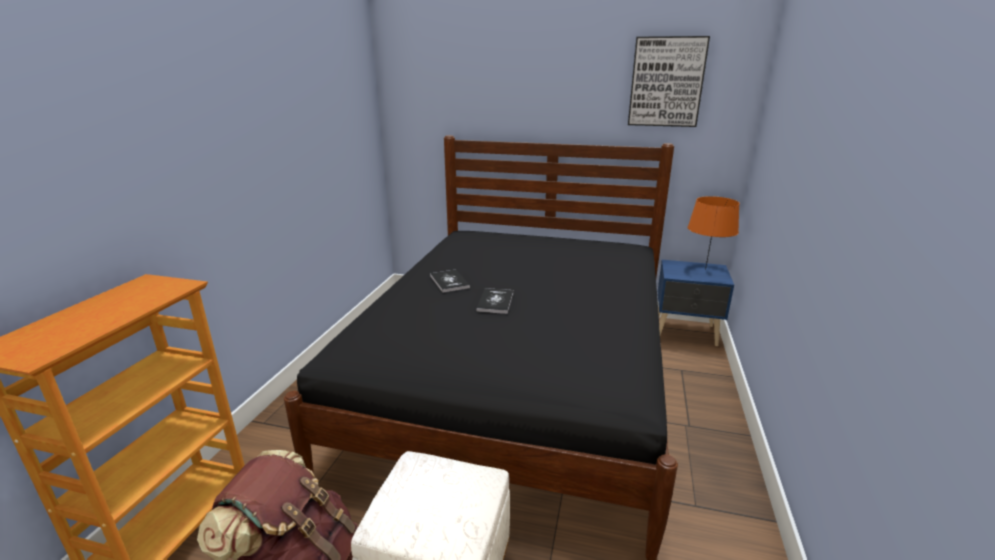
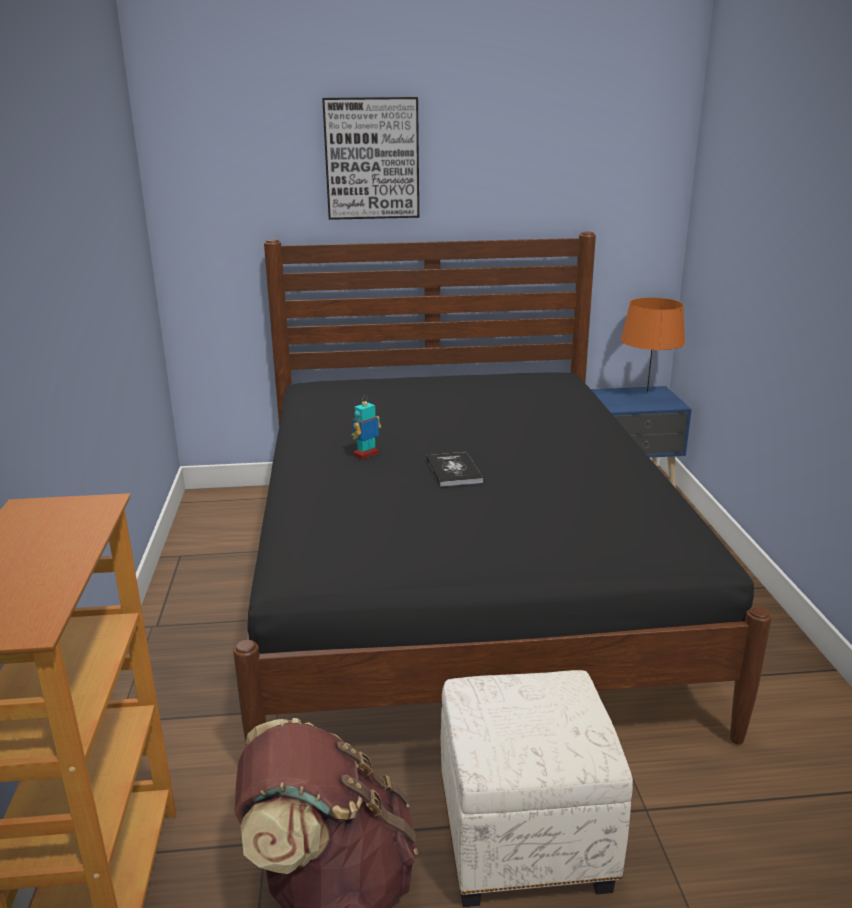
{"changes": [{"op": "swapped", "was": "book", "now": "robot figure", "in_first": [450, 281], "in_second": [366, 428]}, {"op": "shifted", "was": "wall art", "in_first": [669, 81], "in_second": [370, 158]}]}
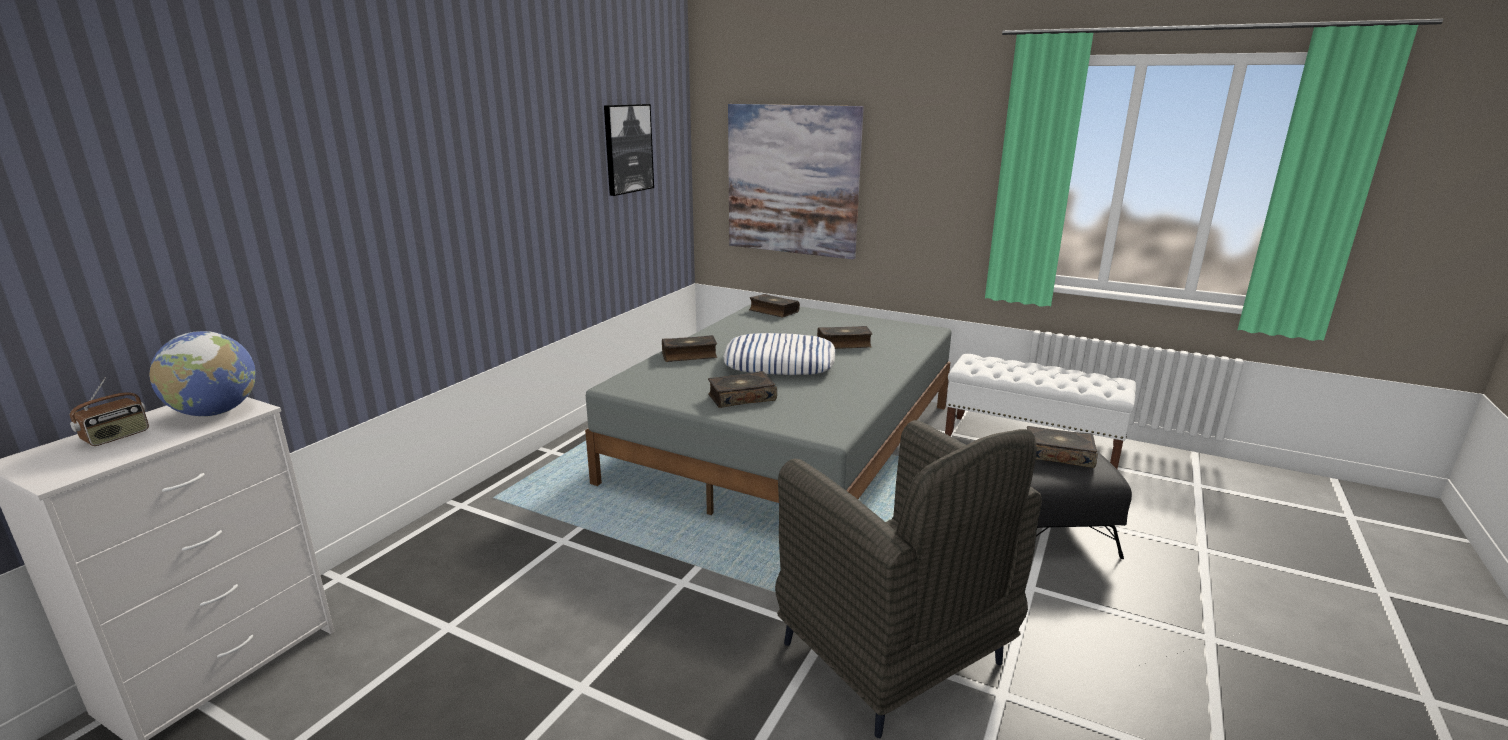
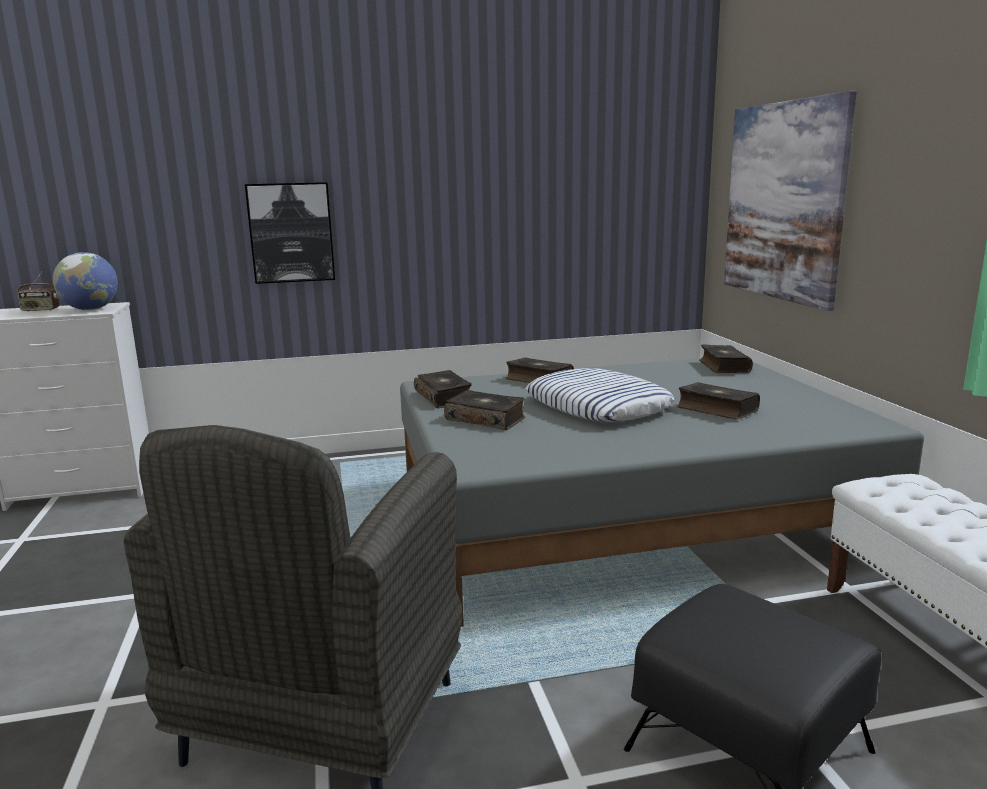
{"changes": [{"op": "shifted", "was": "wall art", "in_first": [629, 150], "in_second": [290, 233]}, {"op": "shifted", "was": "book", "in_first": [1062, 447], "in_second": [443, 389]}]}
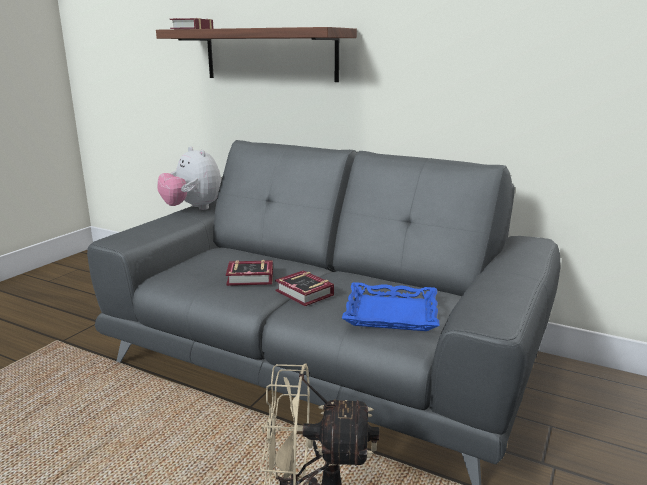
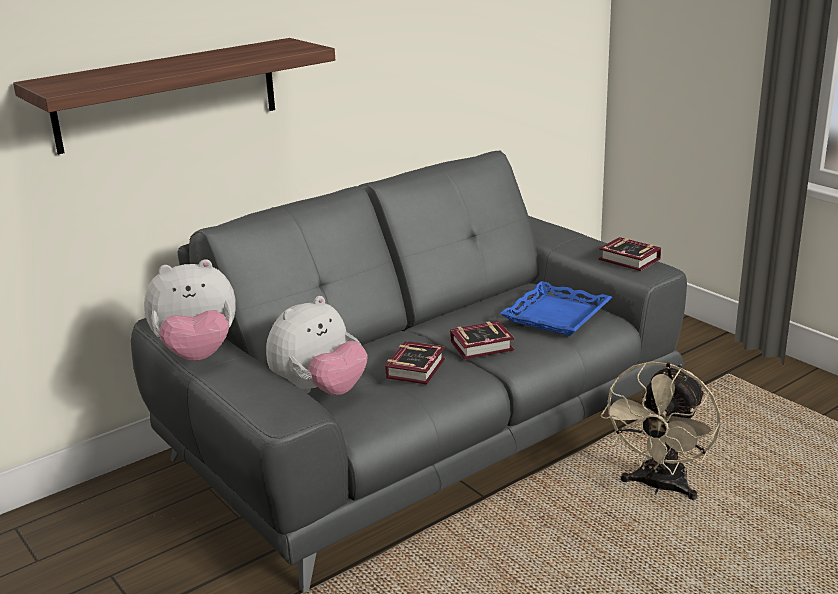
{"changes": [{"op": "shifted", "was": "book", "in_first": [192, 23], "in_second": [630, 254]}, {"op": "new", "now": "cuddly toy", "in_second": [317, 345]}]}
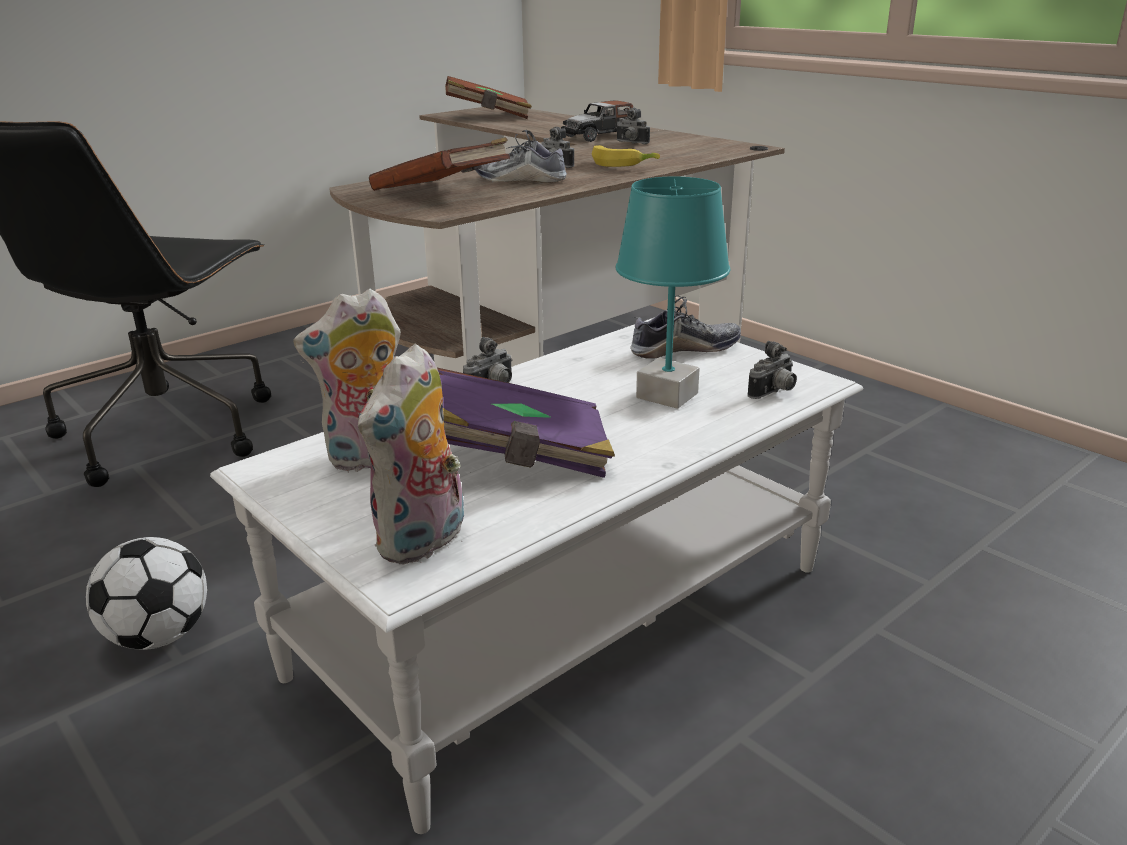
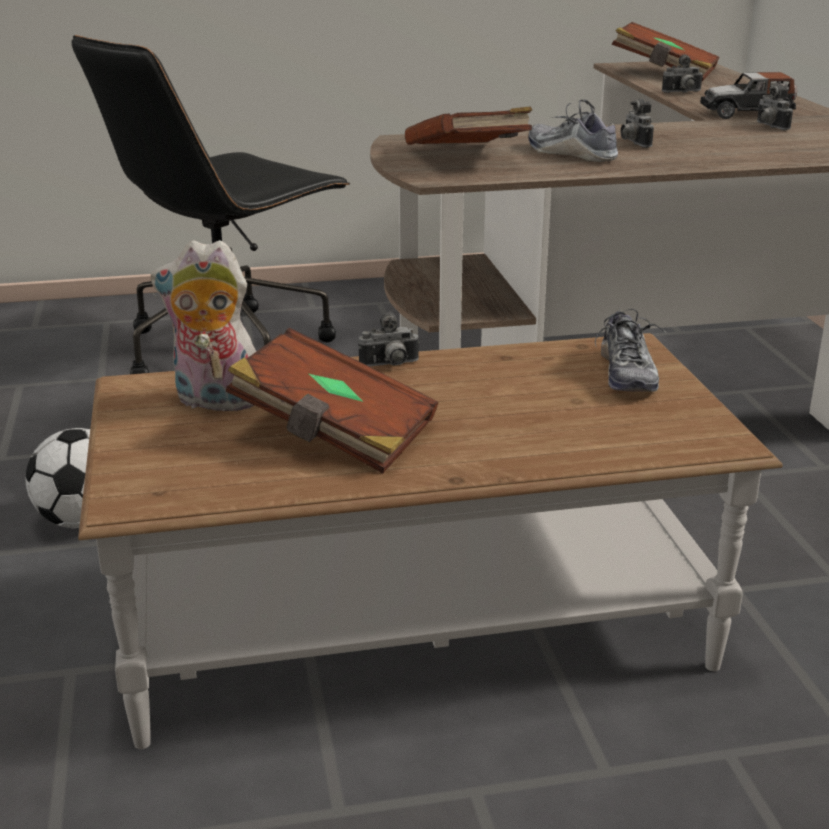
{"changes": [{"op": "repainted", "was": "white lounge table", "now": "brown-coloured lounge table", "in_first": [536, 576], "in_second": [430, 541]}, {"op": "gone", "was": "cuddly toy", "in_first": [411, 454]}, {"op": "repainted", "was": "purplish book", "now": "brown-coloured book", "in_first": [526, 423], "in_second": [332, 400]}, {"op": "gone", "was": "banana", "in_first": [626, 156]}, {"op": "gone", "was": "turquoise-coloured tabletop lamp", "in_first": [672, 292]}, {"op": "rotated", "was": "shoe", "in_first": [685, 327], "in_second": [631, 350], "clockwise": 75}, {"op": "shifted", "was": "photo camera", "in_first": [772, 370], "in_second": [682, 74]}]}
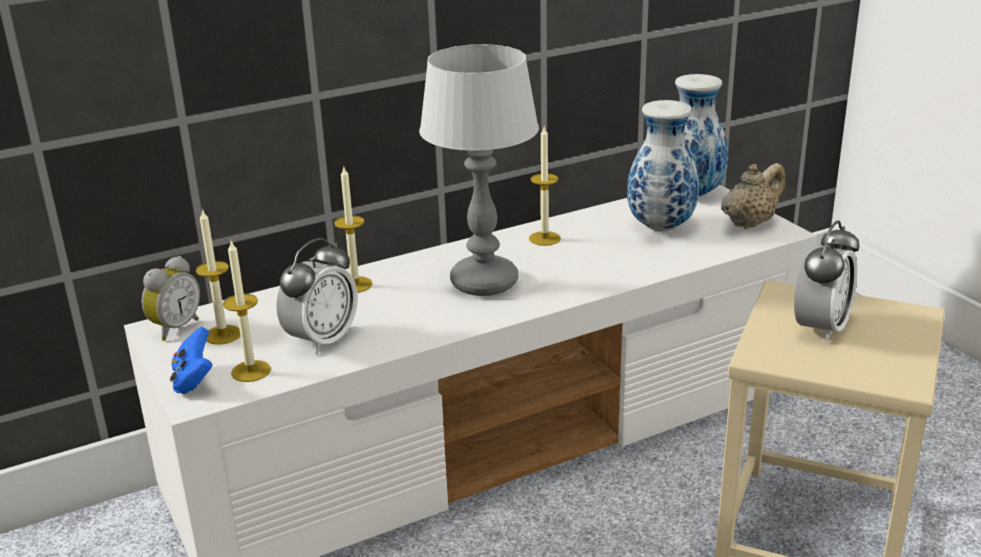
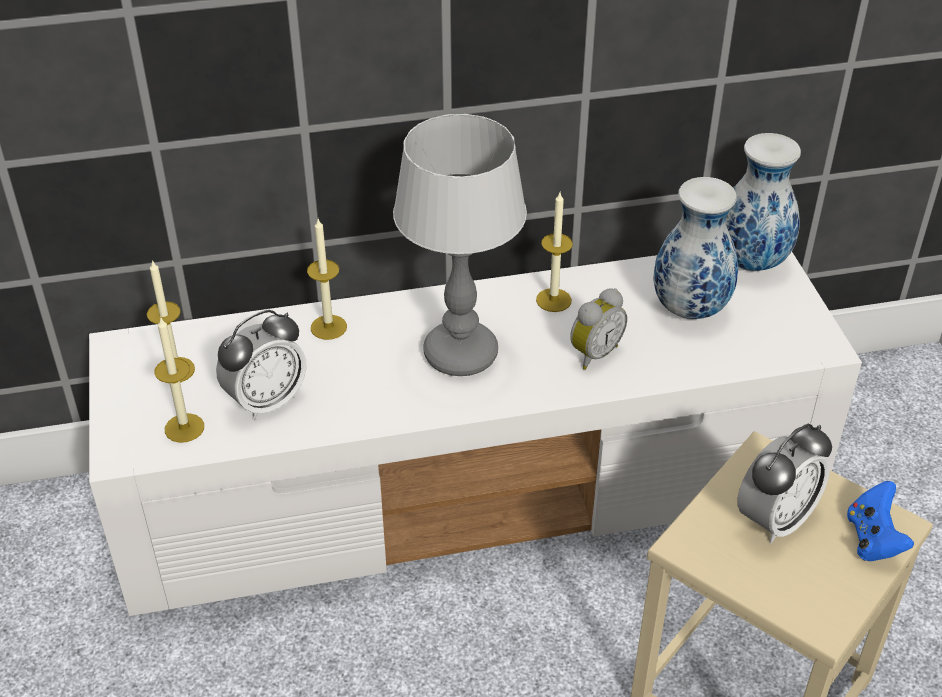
{"changes": [{"op": "shifted", "was": "alarm clock", "in_first": [171, 298], "in_second": [598, 329]}, {"op": "shifted", "was": "blue-coloured joypad", "in_first": [191, 360], "in_second": [880, 521]}, {"op": "gone", "was": "beige pot for tea", "in_first": [753, 196]}]}
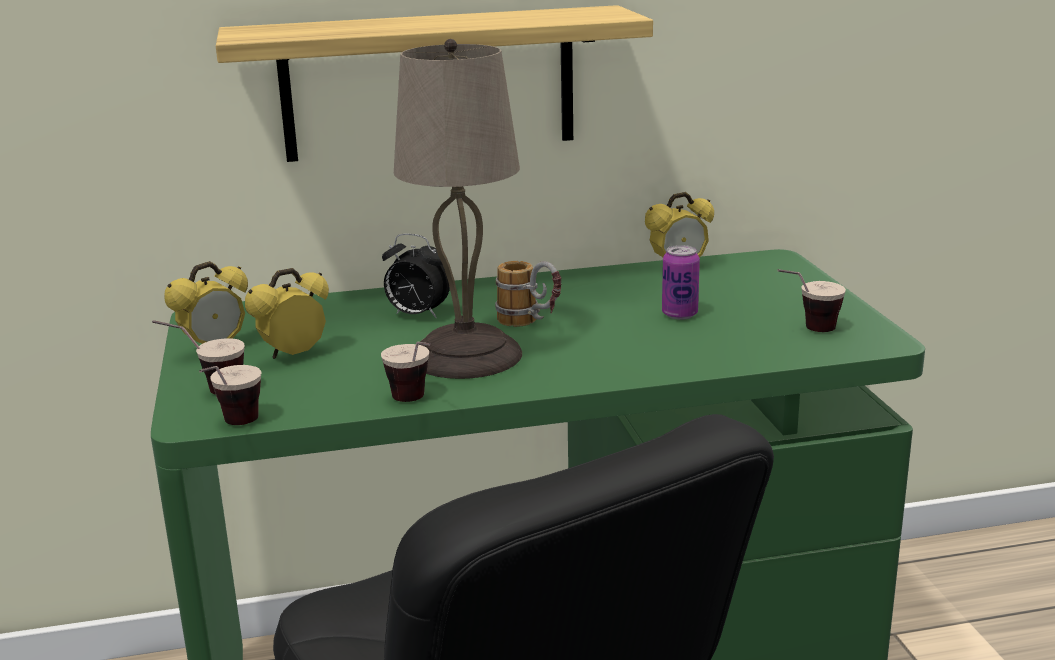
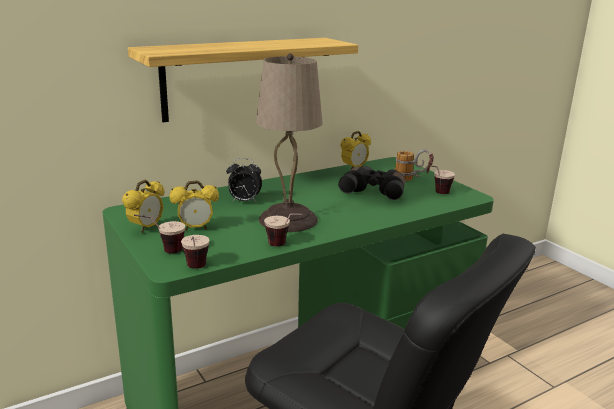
{"changes": [{"op": "rotated", "was": "alarm clock", "in_first": [287, 313], "in_second": [194, 205], "clockwise": -135}, {"op": "shifted", "was": "coffee mug", "in_first": [528, 294], "in_second": [414, 165]}, {"op": "swapped", "was": "sealed can", "now": "blackish pair of binoculars", "in_first": [681, 282], "in_second": [371, 183]}]}
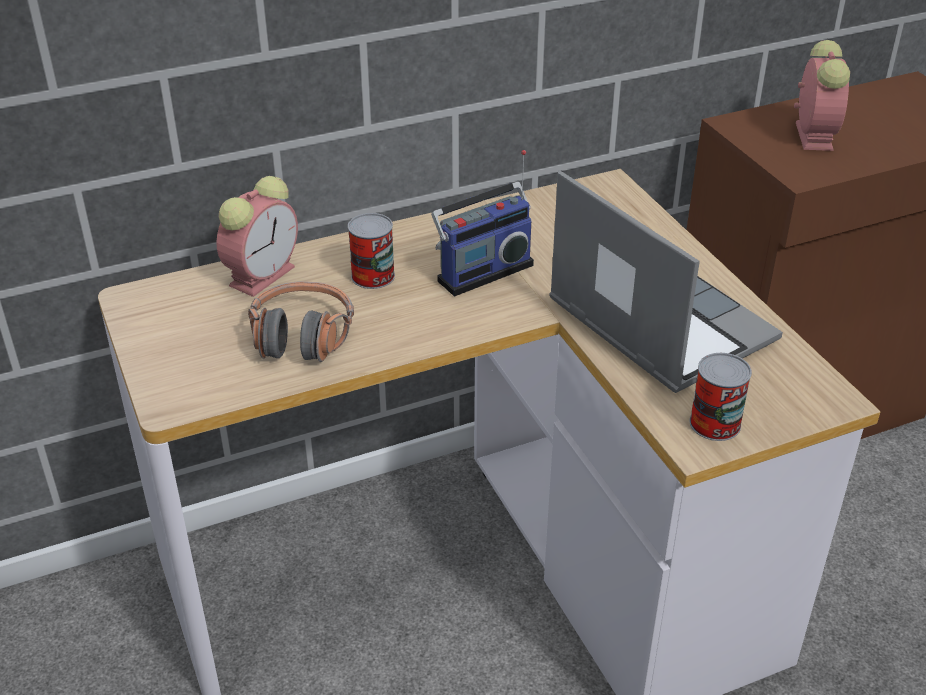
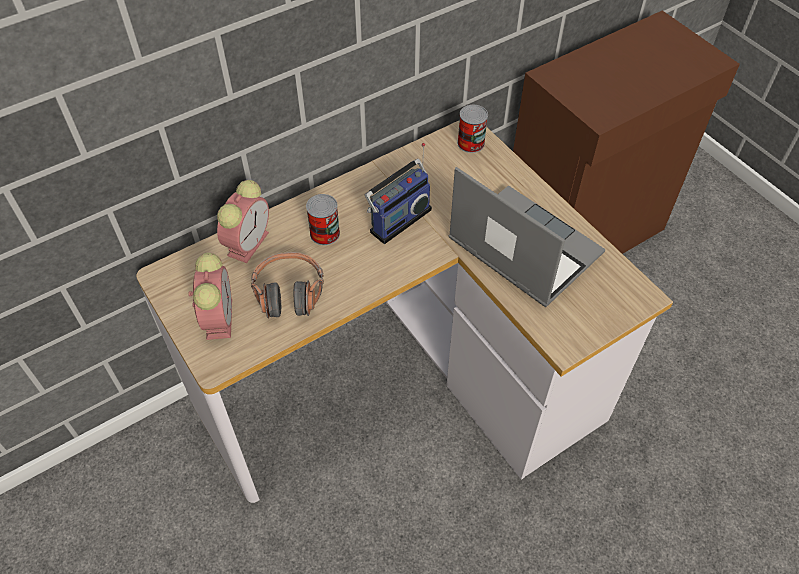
{"changes": [{"op": "shifted", "was": "sealed can", "in_first": [721, 397], "in_second": [472, 129]}, {"op": "shifted", "was": "alarm clock", "in_first": [822, 95], "in_second": [210, 296]}]}
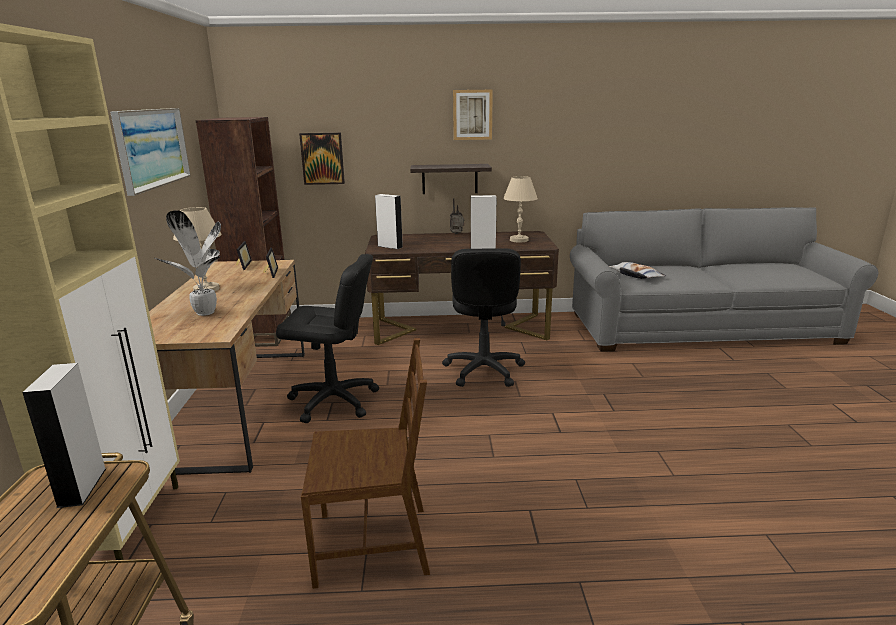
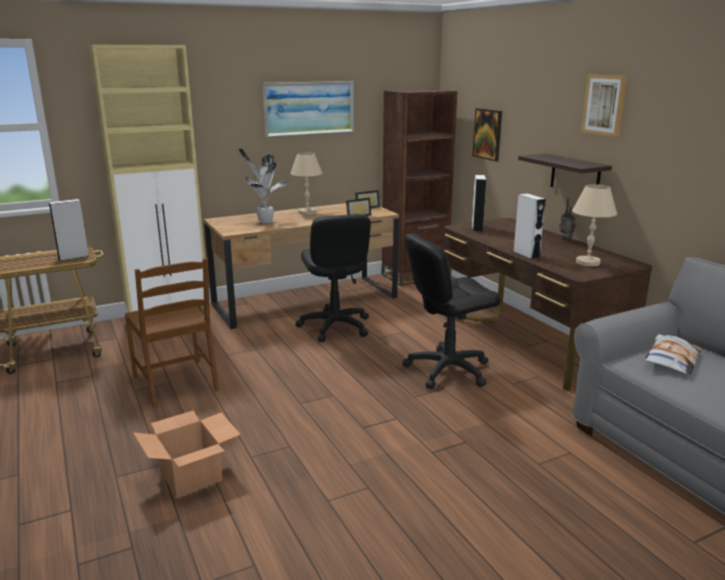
{"changes": [{"op": "new", "now": "packing box", "in_second": [187, 454]}]}
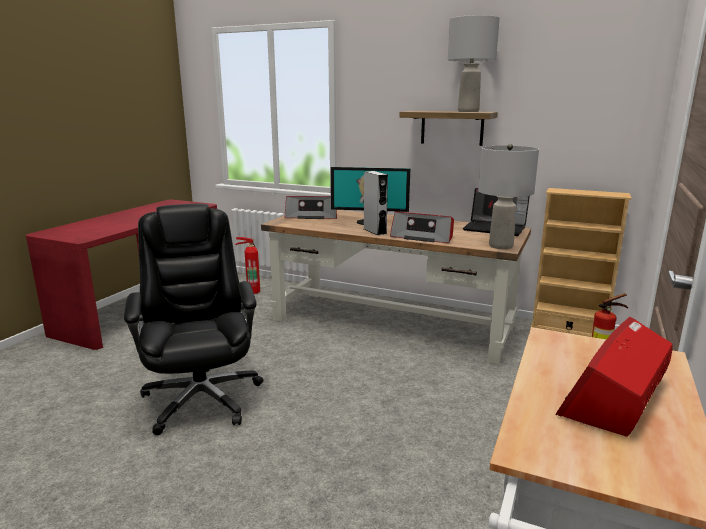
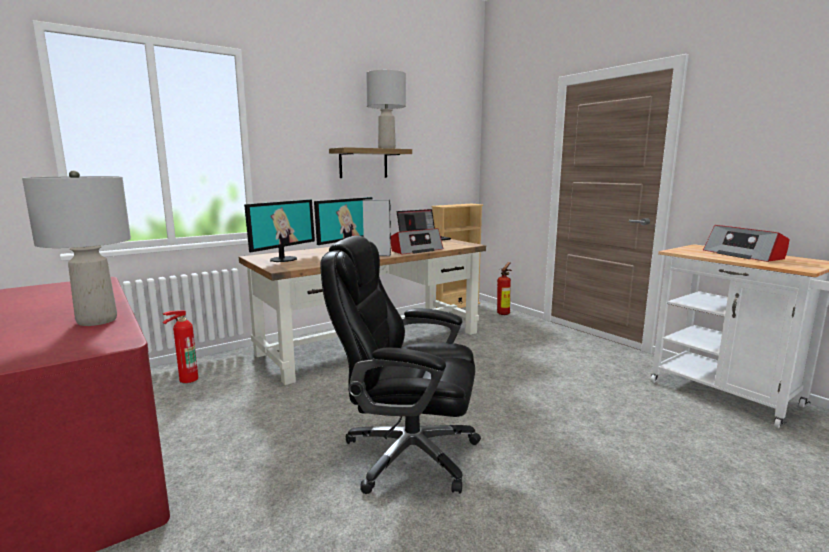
{"changes": [{"op": "swapped", "was": "radio", "now": "computer display", "in_first": [310, 207], "in_second": [279, 230]}, {"op": "shifted", "was": "grey tabletop lamp", "in_first": [508, 196], "in_second": [76, 248]}]}
